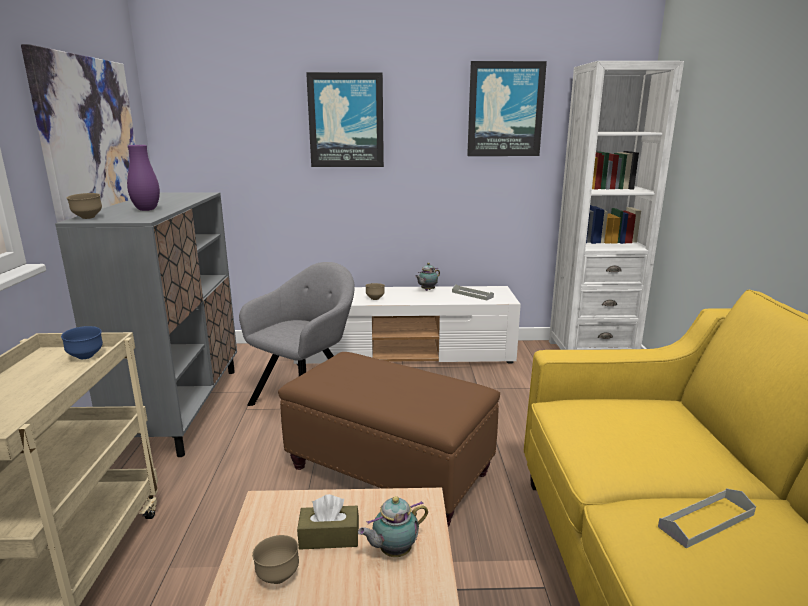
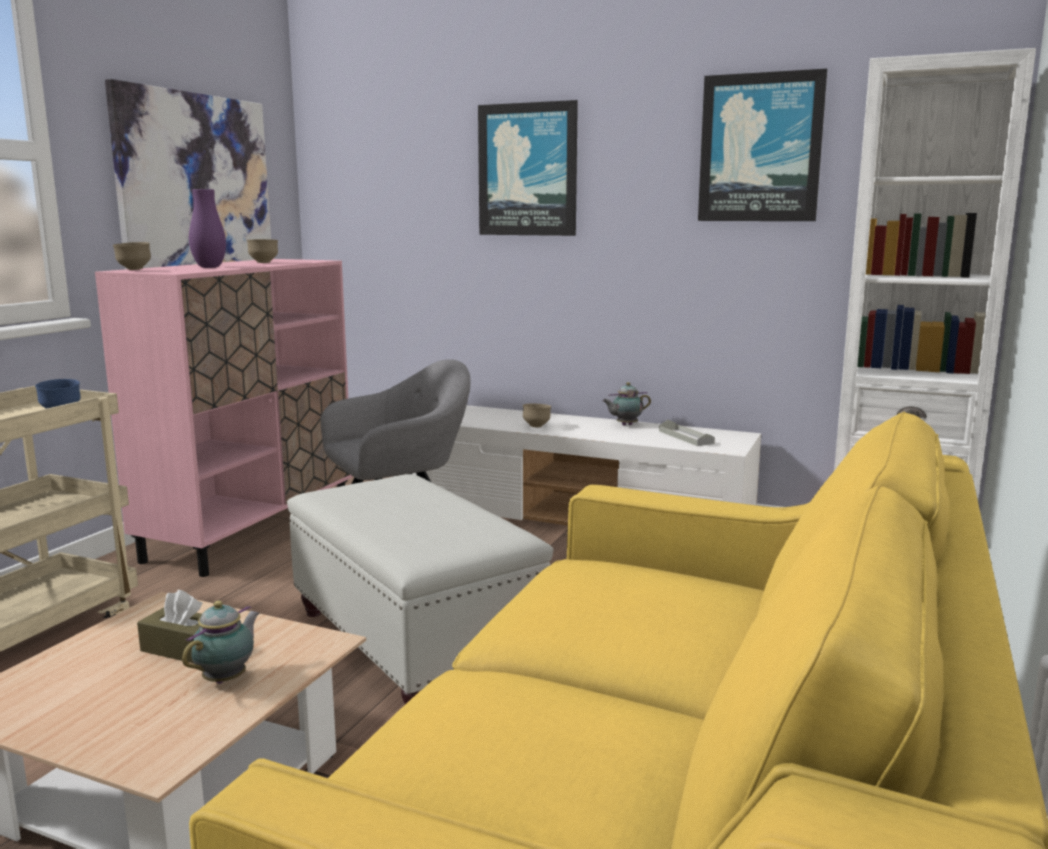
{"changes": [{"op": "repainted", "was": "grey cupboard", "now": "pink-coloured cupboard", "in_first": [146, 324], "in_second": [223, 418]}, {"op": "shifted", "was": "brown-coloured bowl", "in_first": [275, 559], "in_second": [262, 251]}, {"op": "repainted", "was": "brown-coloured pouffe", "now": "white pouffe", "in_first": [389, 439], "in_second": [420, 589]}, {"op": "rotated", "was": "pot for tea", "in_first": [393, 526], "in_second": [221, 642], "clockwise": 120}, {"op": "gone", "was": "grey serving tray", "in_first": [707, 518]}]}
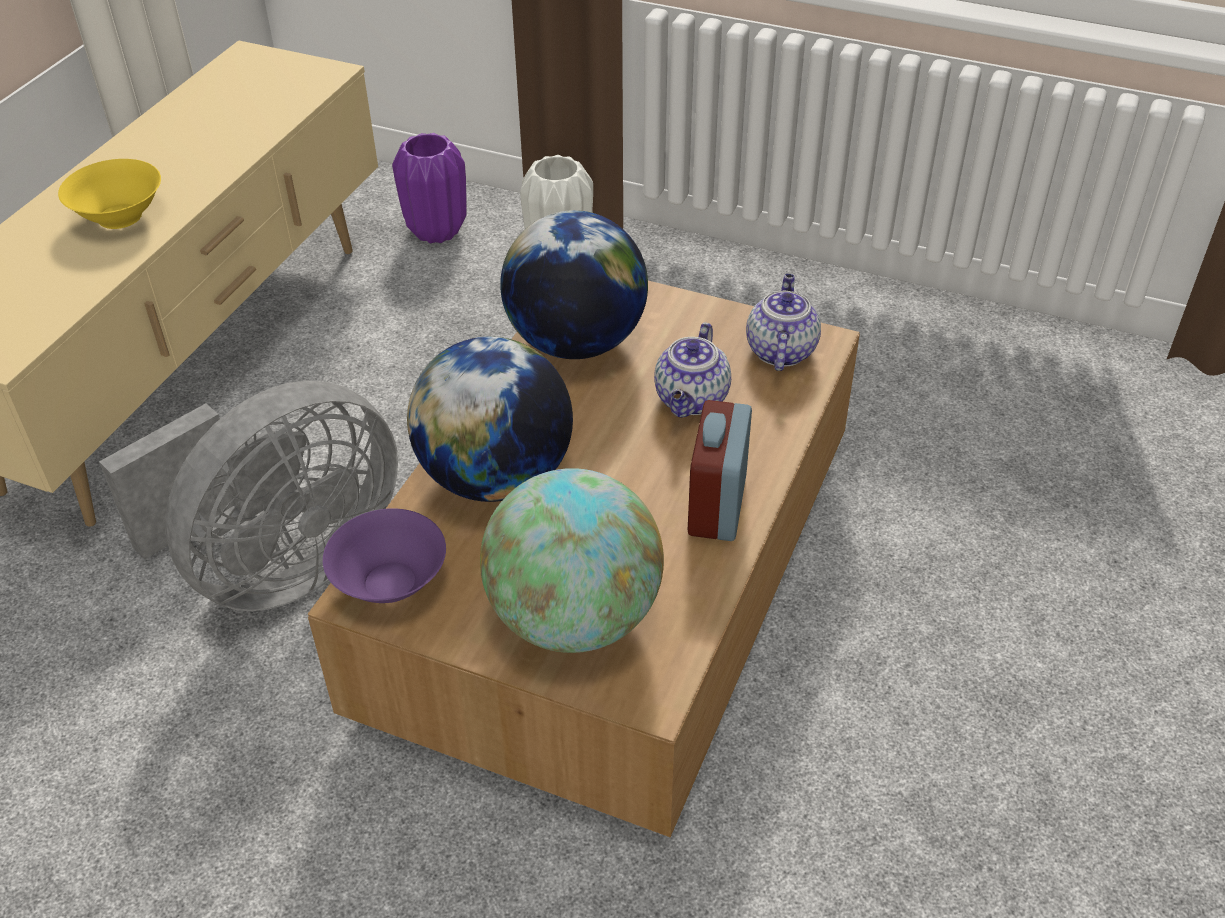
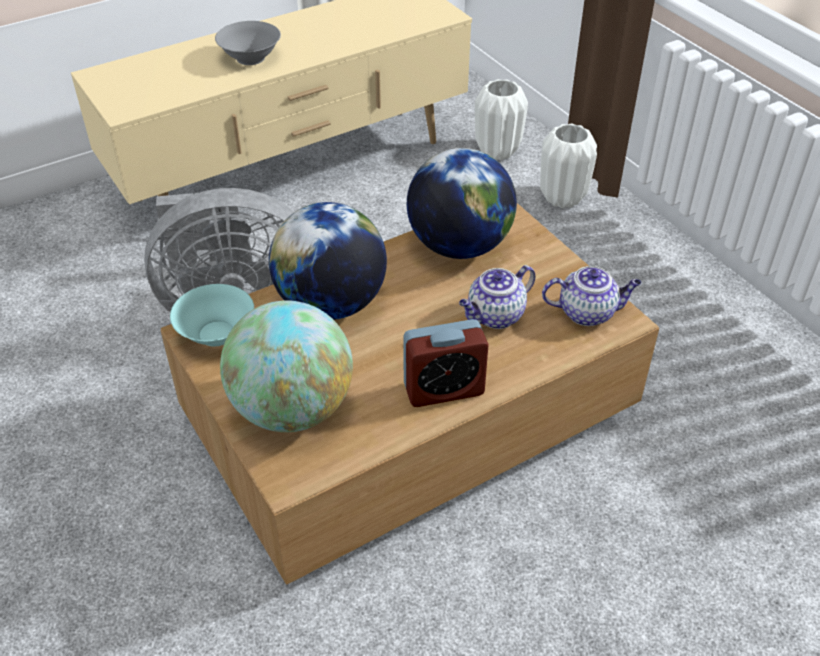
{"changes": [{"op": "repainted", "was": "yellow-coloured bowl", "now": "grey bowl", "in_first": [109, 194], "in_second": [248, 43]}, {"op": "repainted", "was": "purplish bowl", "now": "turquoise-coloured bowl", "in_first": [384, 555], "in_second": [212, 315]}, {"op": "repainted", "was": "purplish flower vase", "now": "white flower vase", "in_first": [429, 188], "in_second": [501, 119]}, {"op": "rotated", "was": "alarm clock", "in_first": [720, 470], "in_second": [446, 363], "clockwise": -150}, {"op": "rotated", "was": "pot for tea", "in_first": [783, 322], "in_second": [591, 296], "clockwise": 45}]}
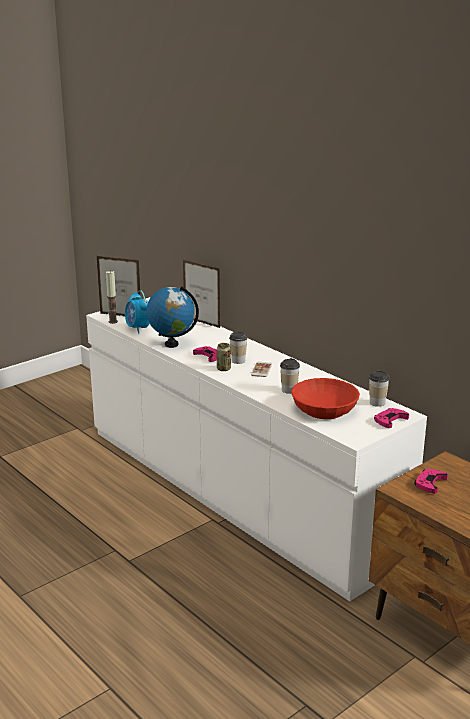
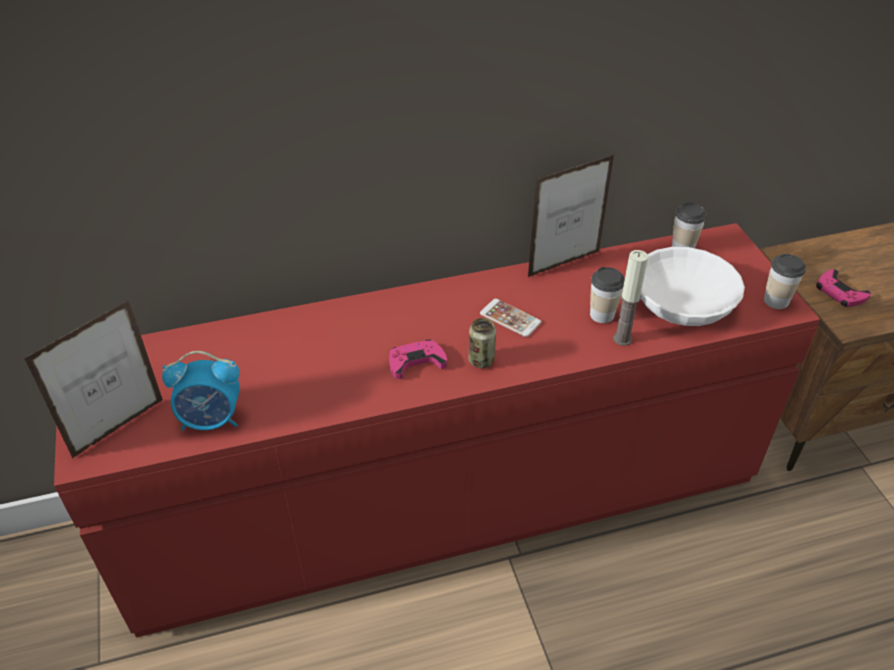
{"changes": [{"op": "repainted", "was": "white dresser", "now": "reddish dresser", "in_first": [256, 449], "in_second": [437, 430]}, {"op": "shifted", "was": "wax candle", "in_first": [112, 297], "in_second": [630, 298]}, {"op": "gone", "was": "world globe", "in_first": [172, 317]}, {"op": "shifted", "was": "picture frame", "in_first": [201, 294], "in_second": [571, 216]}, {"op": "shifted", "was": "small cup", "in_first": [238, 348], "in_second": [785, 281]}, {"op": "repainted", "was": "reddish bowl", "now": "white bowl", "in_first": [325, 398], "in_second": [693, 286]}, {"op": "gone", "was": "pink-coloured joypad", "in_first": [391, 418]}]}
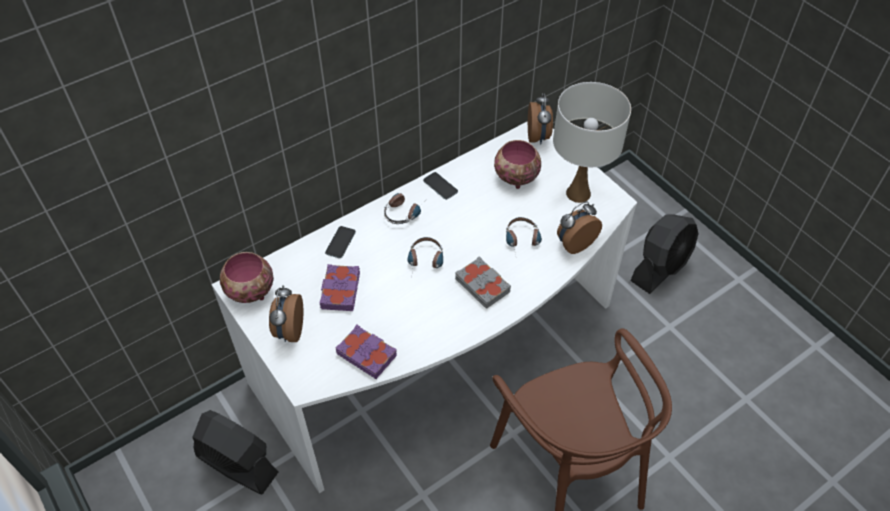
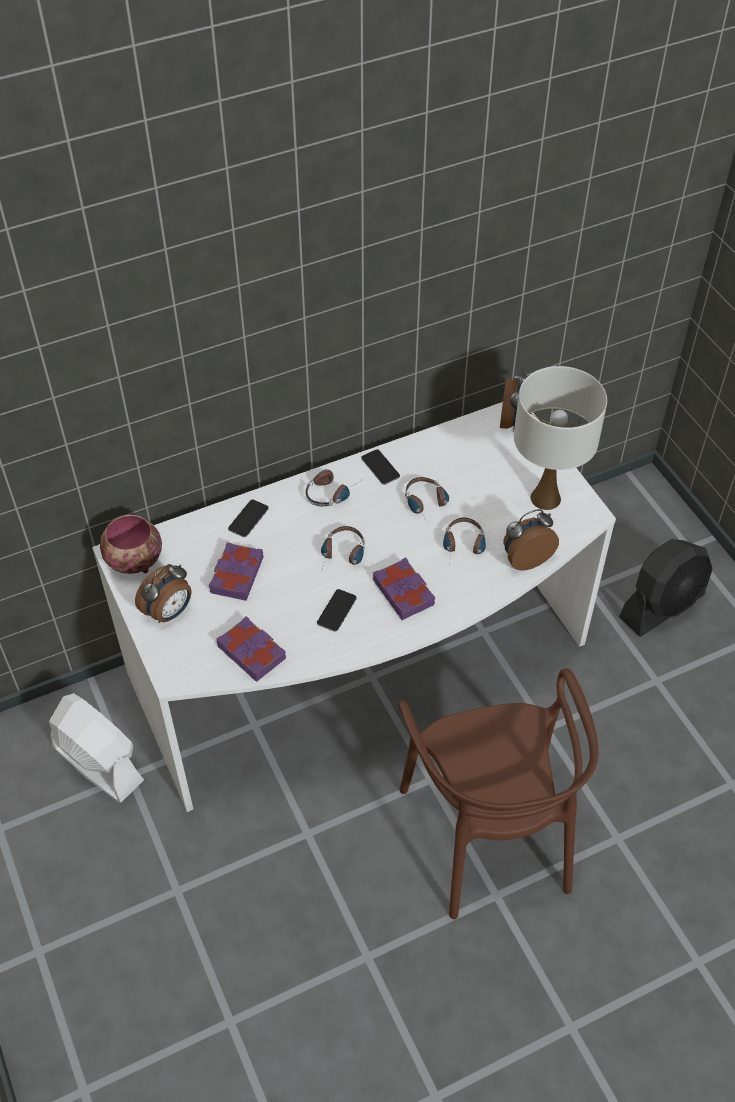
{"changes": [{"op": "repainted", "was": "blackish fan", "now": "white fan", "in_first": [235, 452], "in_second": [96, 748]}, {"op": "rotated", "was": "alarm clock", "in_first": [286, 313], "in_second": [163, 593], "clockwise": -150}, {"op": "repainted", "was": "grey book", "now": "purplish book", "in_first": [483, 282], "in_second": [404, 588]}, {"op": "gone", "was": "bowl", "in_first": [517, 164]}, {"op": "new", "now": "handset", "in_second": [337, 610]}, {"op": "new", "now": "pair of headphones", "in_second": [427, 500]}]}
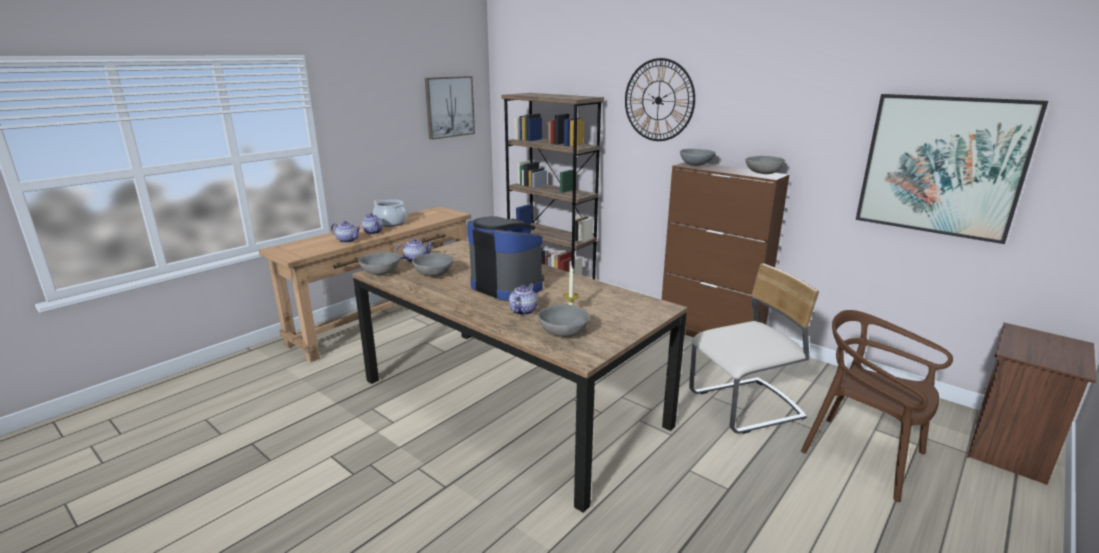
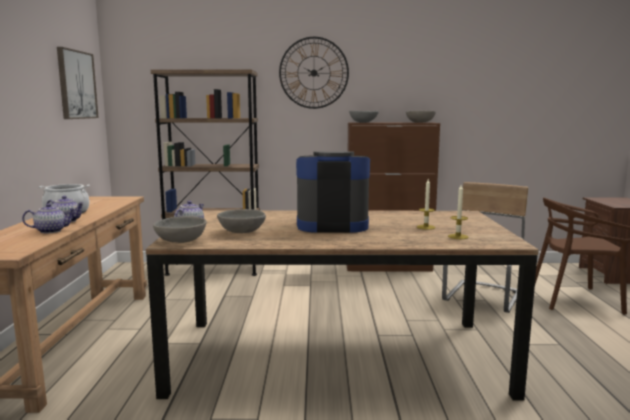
{"changes": [{"op": "gone", "was": "pot for tea", "in_first": [523, 299]}, {"op": "swapped", "was": "grey bowl", "now": "wax candle", "in_first": [563, 320], "in_second": [458, 212]}, {"op": "gone", "was": "wall art", "in_first": [952, 169]}]}
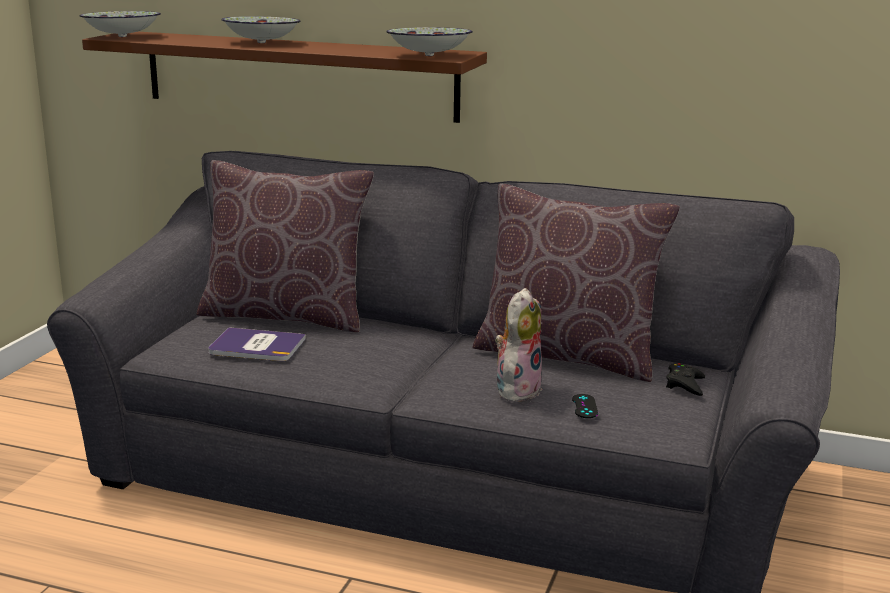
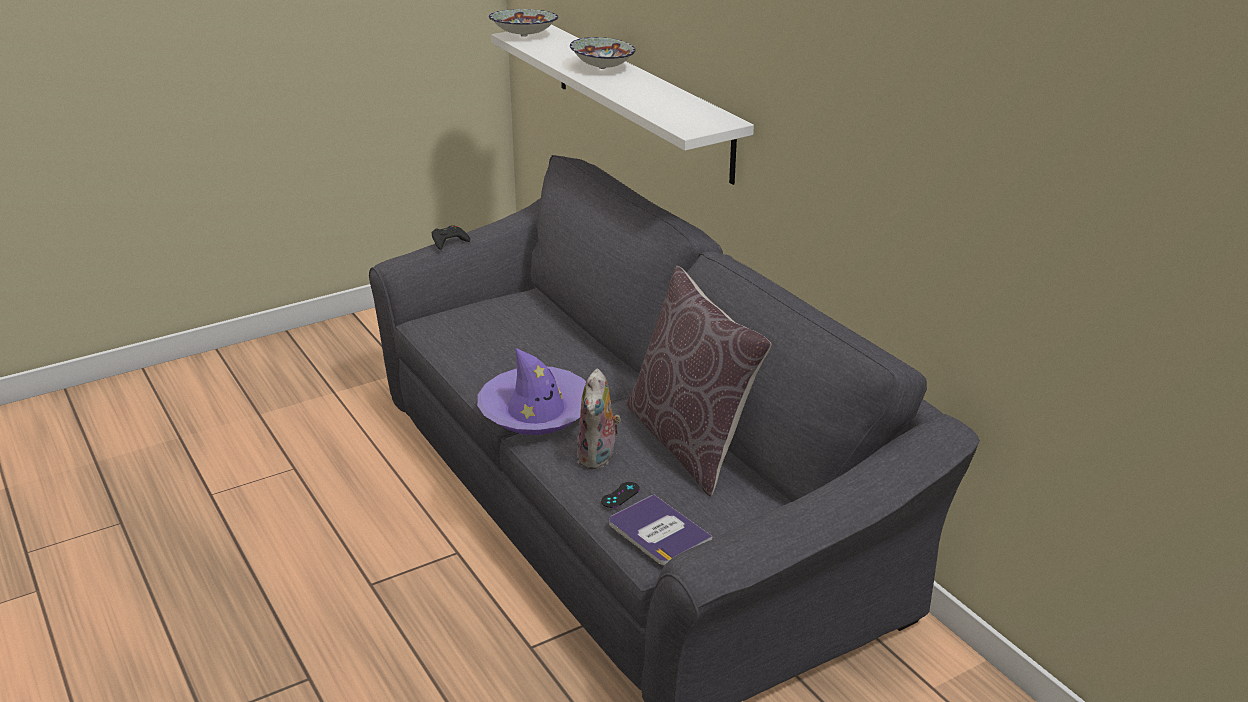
{"changes": [{"op": "repainted", "was": "brown-coloured wall shelf", "now": "white wall shelf", "in_first": [284, 77], "in_second": [622, 105]}, {"op": "gone", "was": "brown-coloured pillow", "in_first": [285, 246]}, {"op": "shifted", "was": "book", "in_first": [257, 344], "in_second": [660, 529]}, {"op": "gone", "was": "bowl", "in_first": [429, 41]}, {"op": "rotated", "was": "cuddly toy", "in_first": [518, 345], "in_second": [599, 419], "clockwise": 120}, {"op": "shifted", "was": "blackish joypad", "in_first": [685, 379], "in_second": [451, 237]}, {"op": "new", "now": "purplish wearable hat", "in_second": [531, 391]}]}
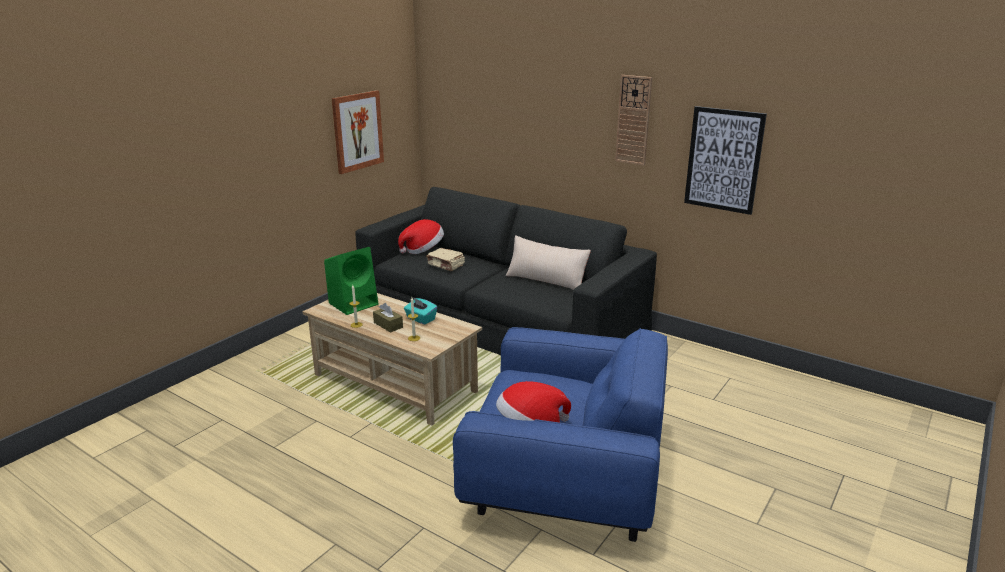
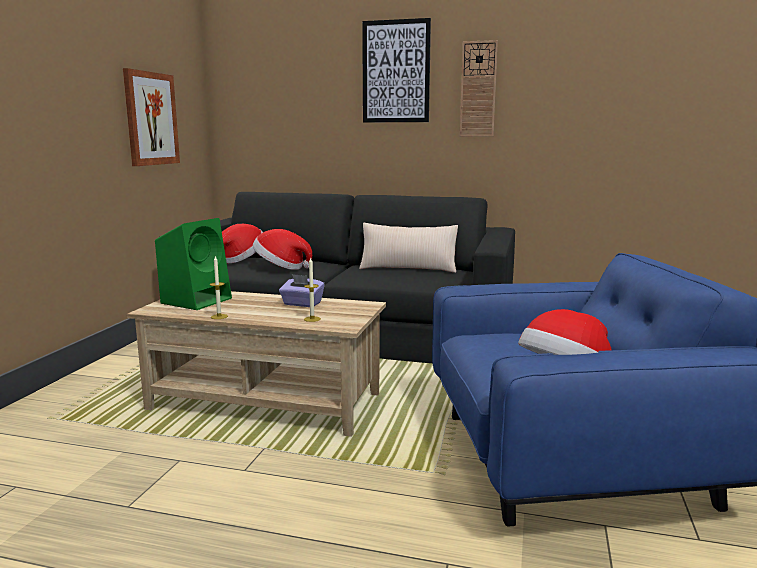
{"changes": [{"op": "gone", "was": "brown-coloured tissue box", "in_first": [388, 318]}, {"op": "repainted", "was": "turquoise-coloured tissue box", "now": "purplish tissue box", "in_first": [420, 311], "in_second": [302, 290]}, {"op": "swapped", "was": "beige book", "now": "wearable hat", "in_first": [445, 259], "in_second": [282, 249]}, {"op": "shifted", "was": "wall art", "in_first": [725, 160], "in_second": [396, 70]}]}
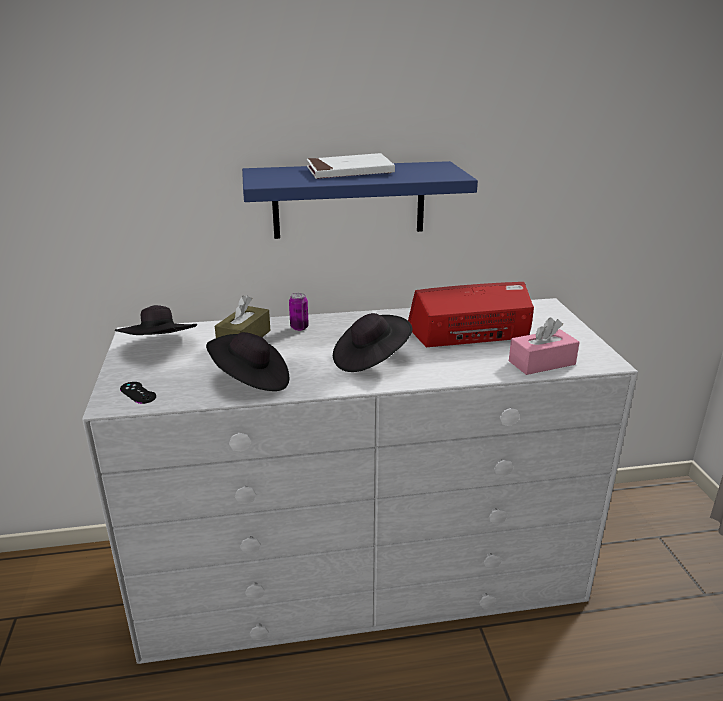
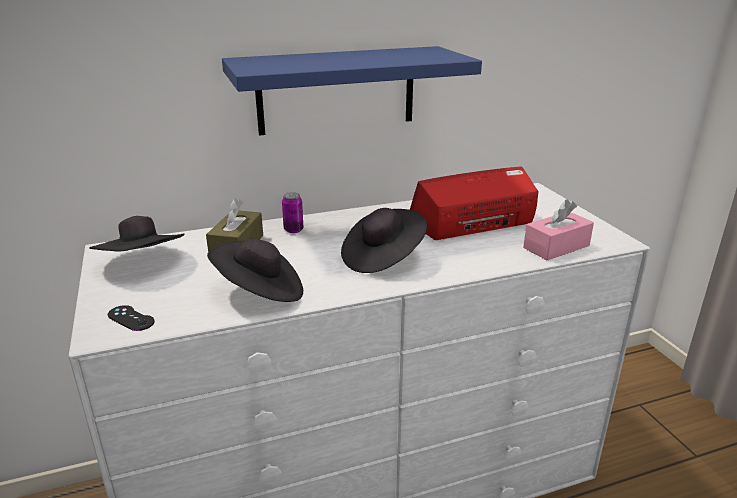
{"changes": [{"op": "gone", "was": "white book", "in_first": [351, 166]}]}
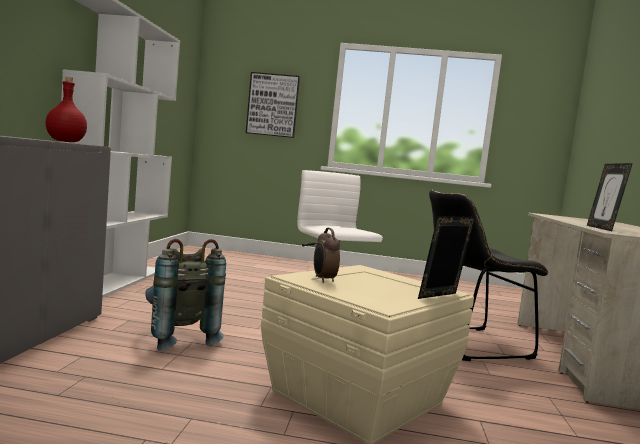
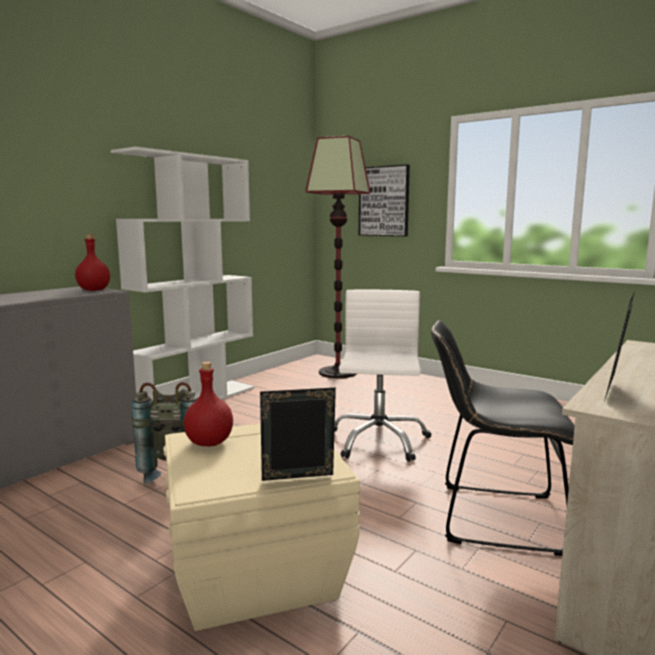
{"changes": [{"op": "swapped", "was": "alarm clock", "now": "reddish drink bottle", "in_first": [327, 255], "in_second": [208, 404]}, {"op": "new", "now": "standing lamp", "in_second": [337, 257]}]}
